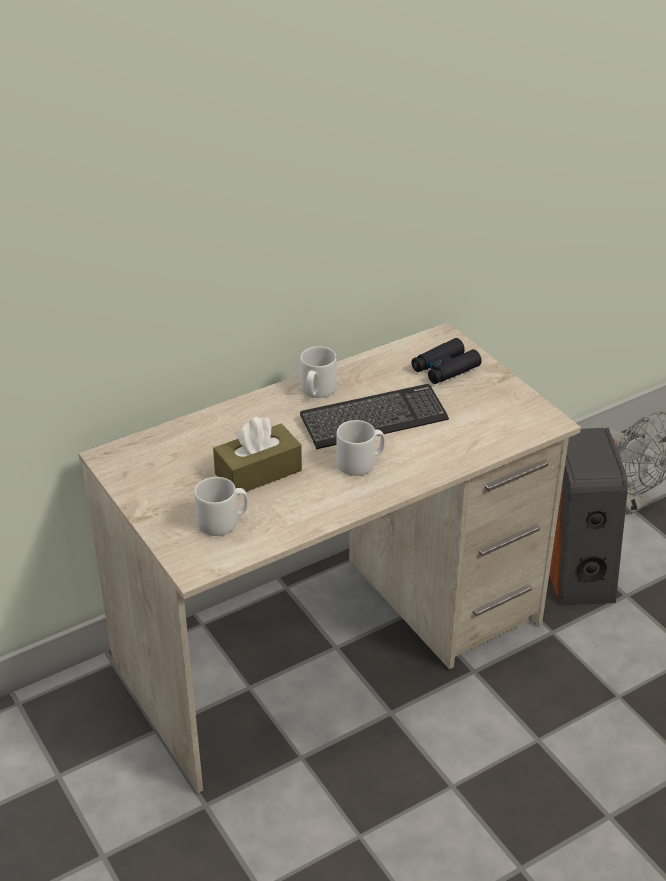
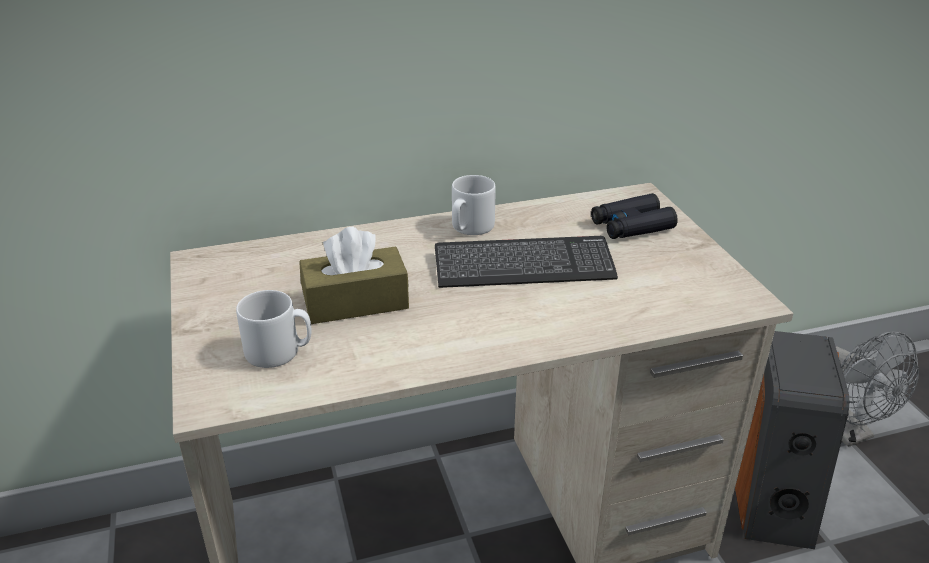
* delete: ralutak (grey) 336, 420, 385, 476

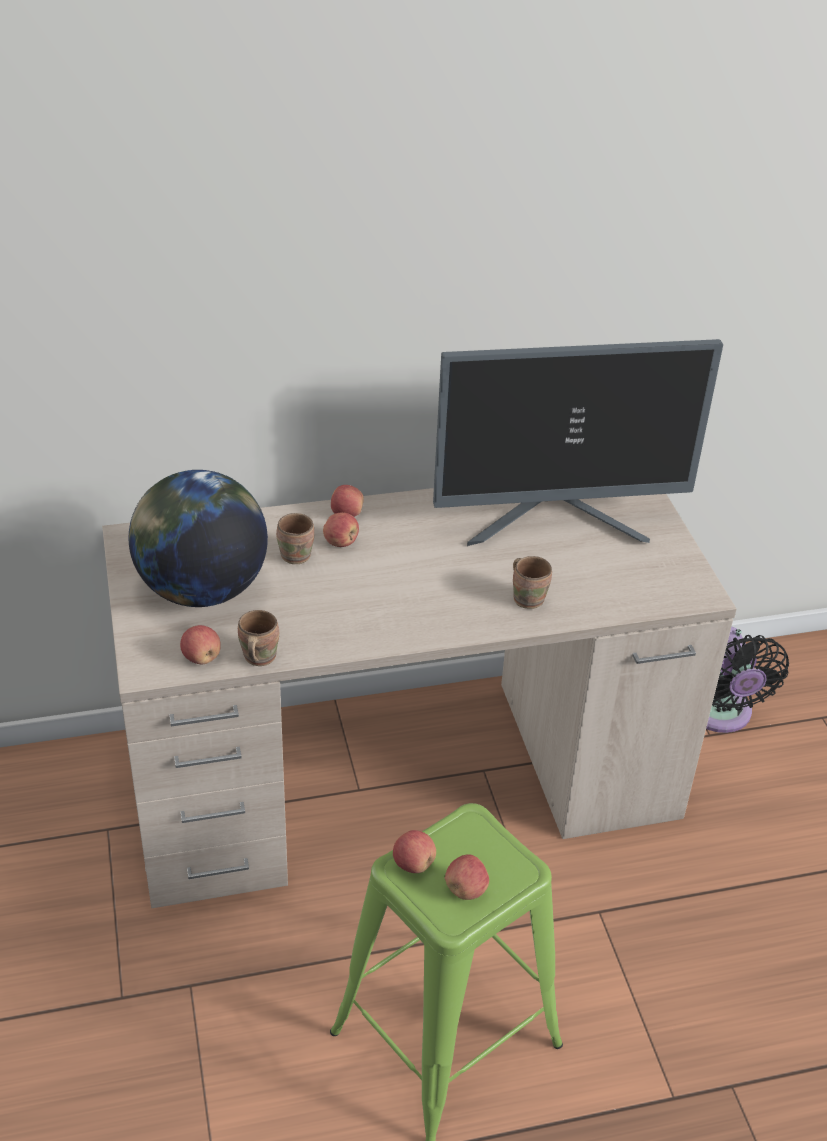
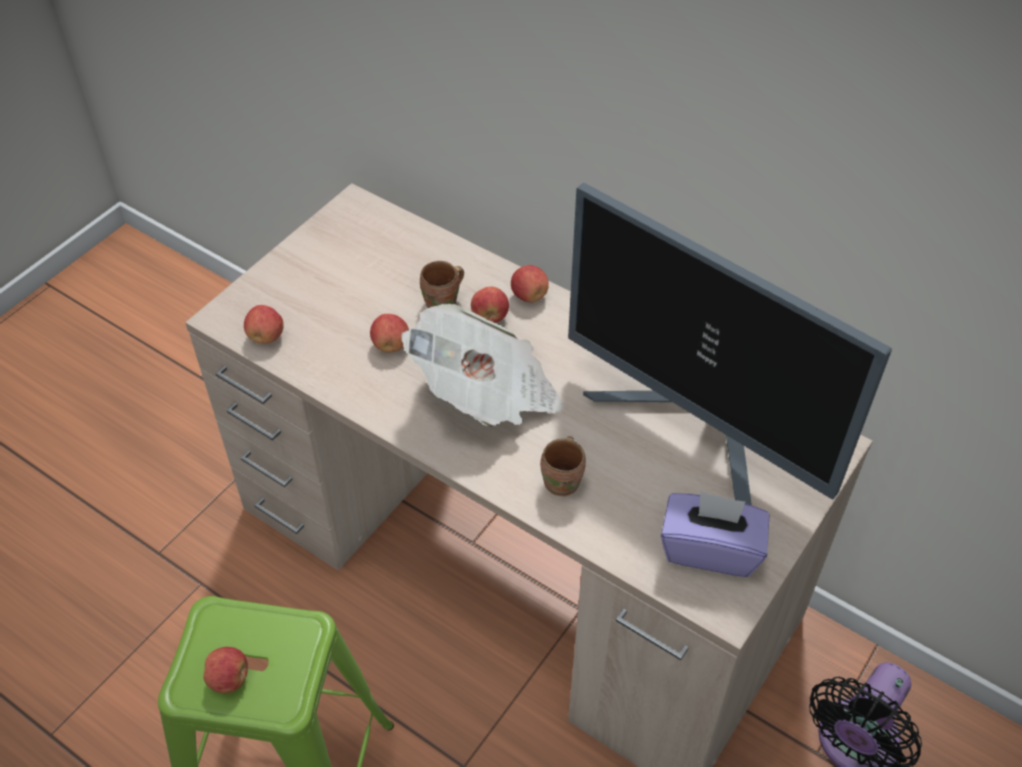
* delete: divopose 128, 470, 268, 607
* delete: ralutak (brown) 238, 610, 279, 666
* insert: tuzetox 401, 304, 564, 427
* insert: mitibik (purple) 661, 491, 769, 577
* move: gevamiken 393, 830, 436, 873 to 370, 314, 409, 353

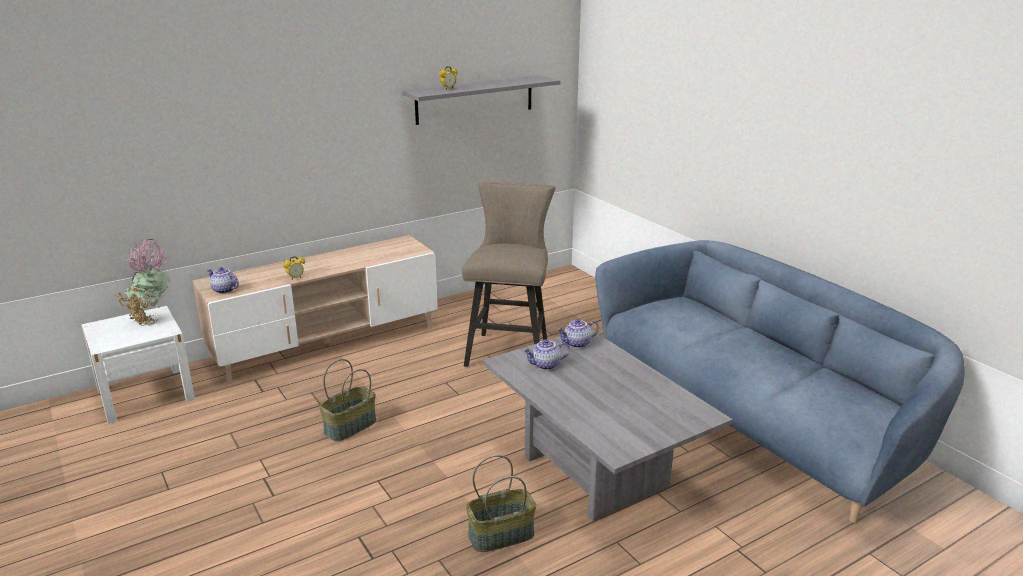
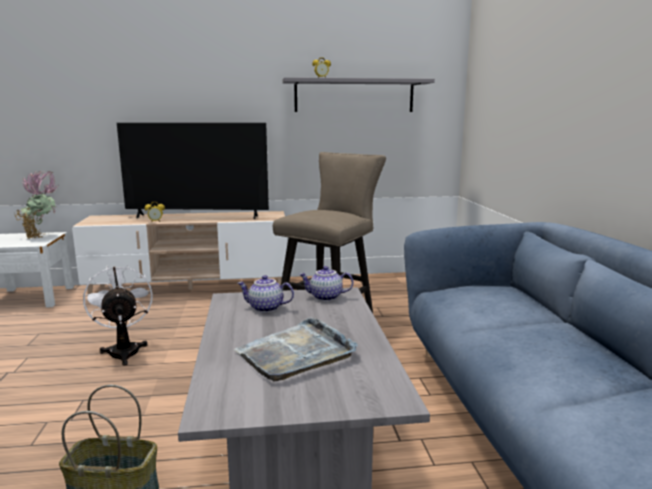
* delete: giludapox 206, 267, 239, 294
* insert: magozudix 117, 123, 269, 219
* insert: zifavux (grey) 234, 317, 358, 382
* replace: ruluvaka 319, 359, 376, 442 to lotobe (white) 83, 265, 153, 366

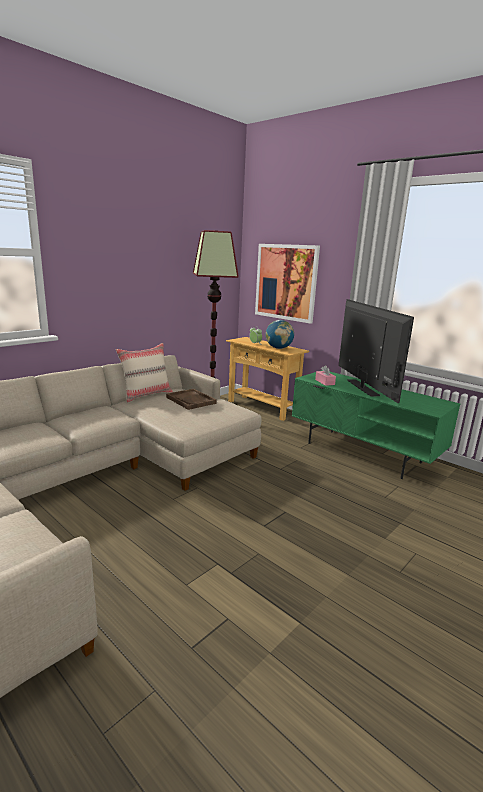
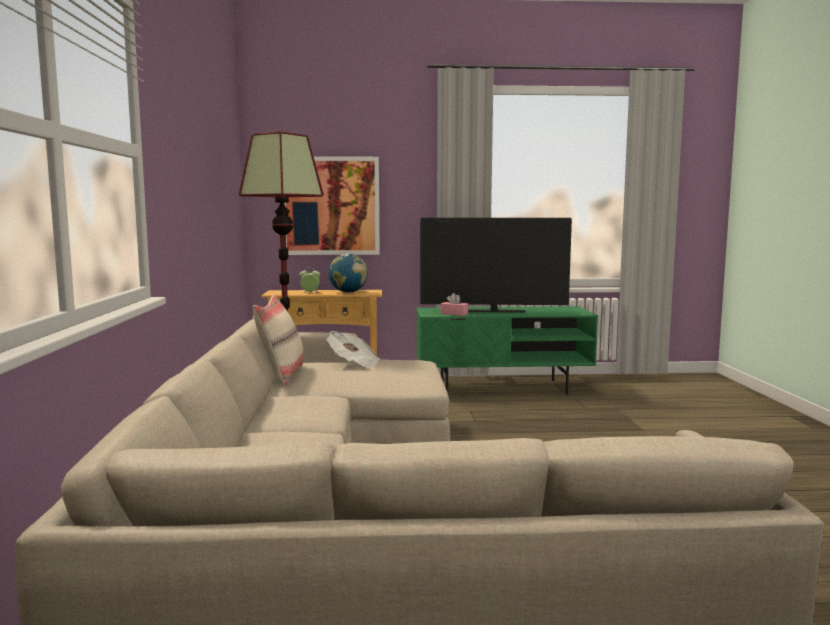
* replace: zifavux (brown) 166, 389, 217, 410 to tuzetox 327, 331, 380, 369
* rotate: magozudix 339, 299, 414, 403 = 420, 218, 572, 313 150 degrees clockwise

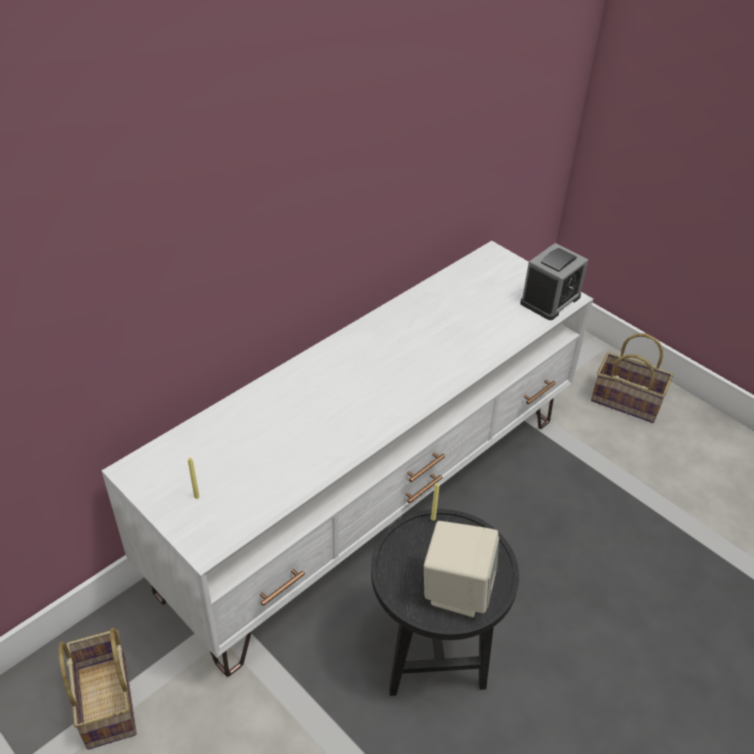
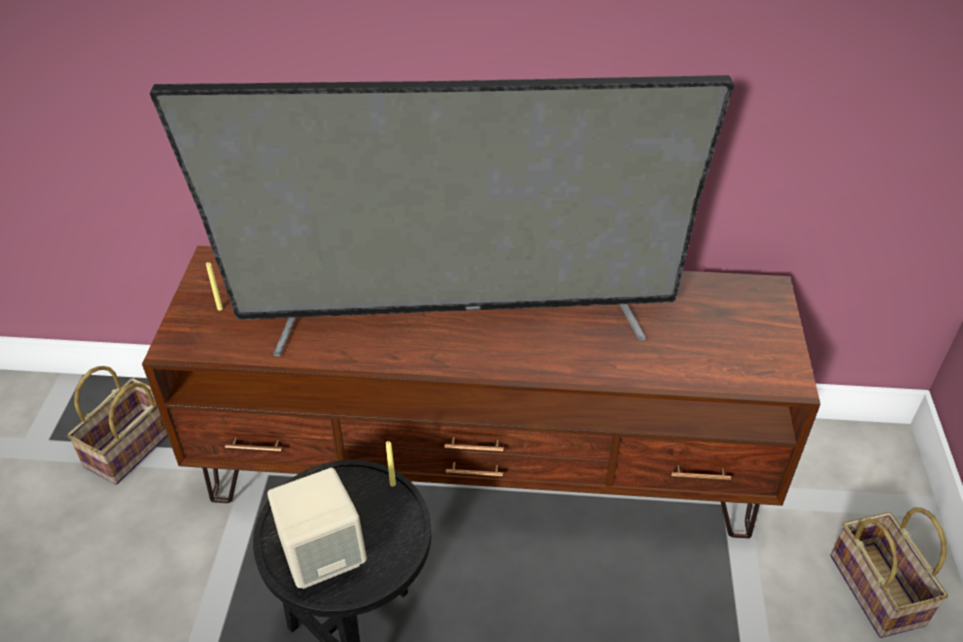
* delete: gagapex 520, 243, 588, 320
* insert: magozudix 150, 75, 734, 357
* recolor: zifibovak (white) 101, 241, 593, 677 to zifibovak (brown) 142, 246, 821, 538

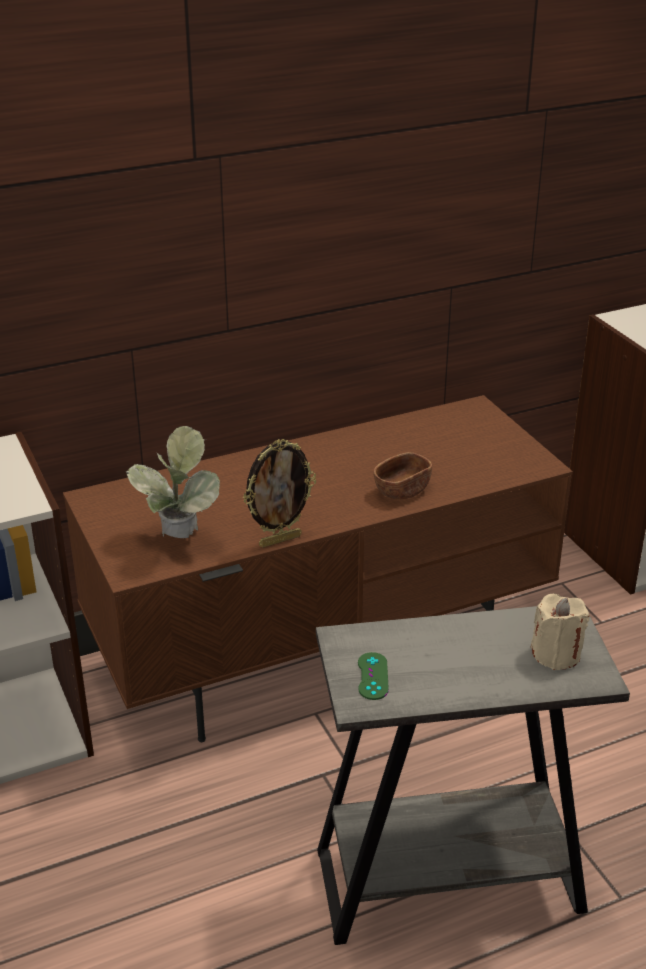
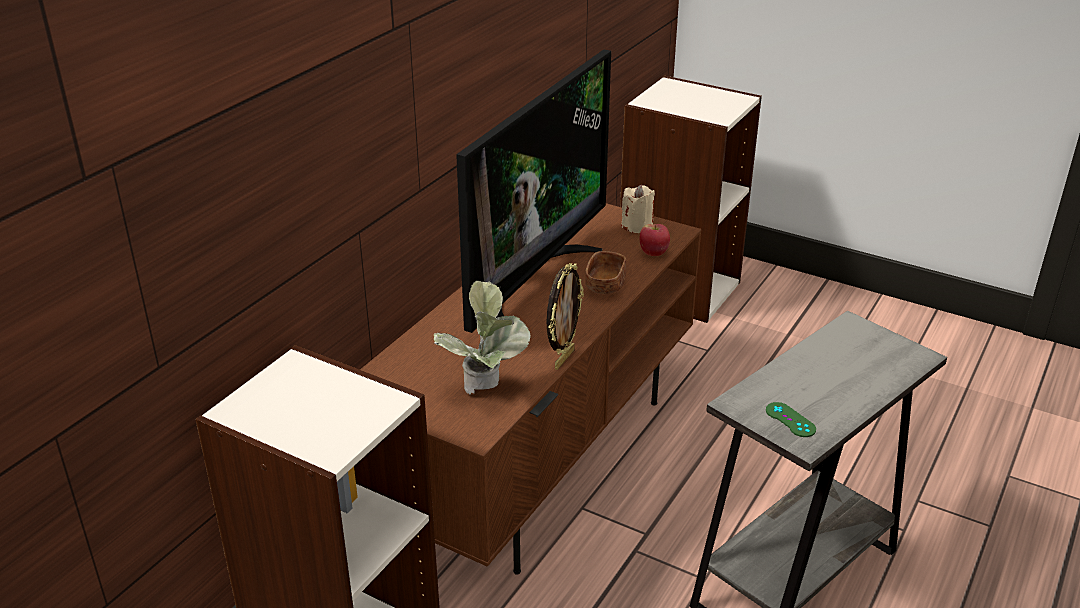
* insert: magozudix 456, 50, 611, 333
* insert: gevamiken 640, 224, 670, 256
* move: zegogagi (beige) 531, 594, 590, 670 to 621, 185, 655, 233

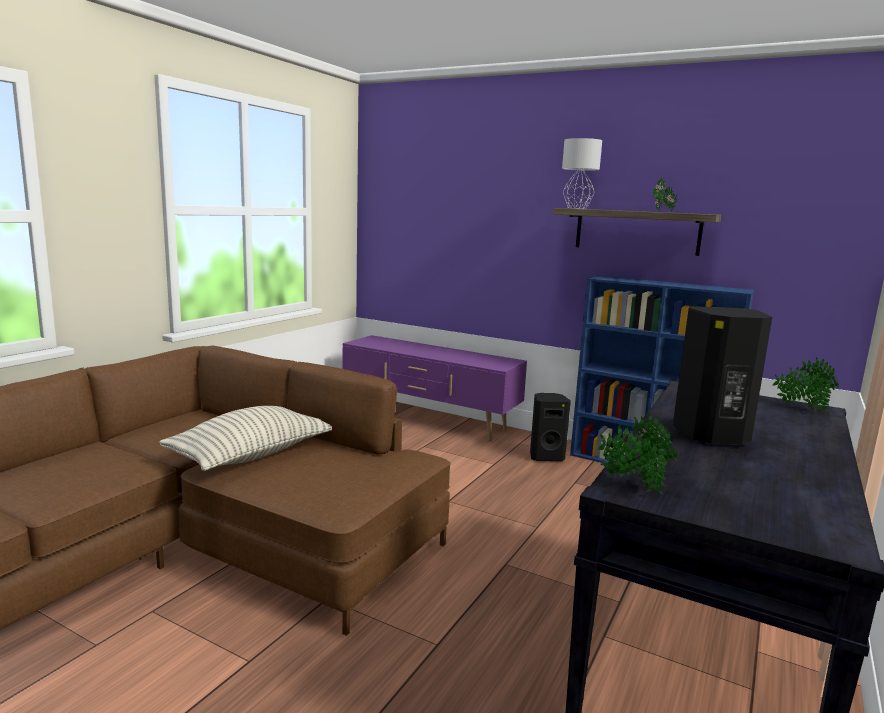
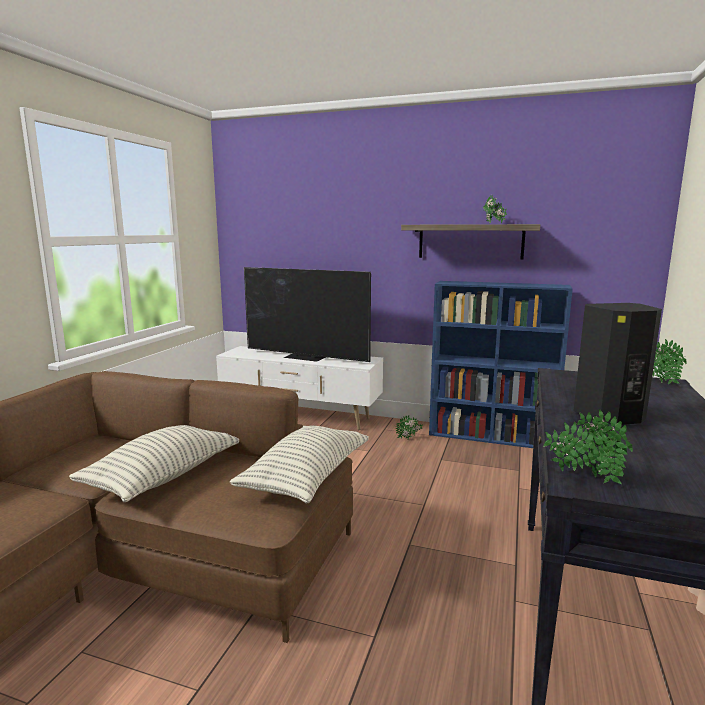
* delete: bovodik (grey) 562, 138, 602, 209
* insert: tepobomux 230, 426, 369, 504
* insert: magozudix 244, 267, 371, 362
* replace: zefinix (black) 530, 393, 571, 461 to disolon 395, 415, 423, 440
* recolor: zifibovak (purple) 343, 335, 527, 441 to zifibovak (white) 216, 346, 383, 430

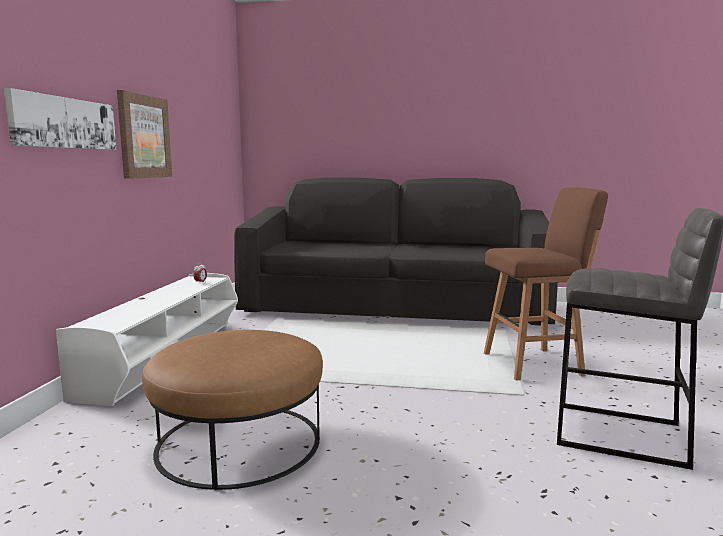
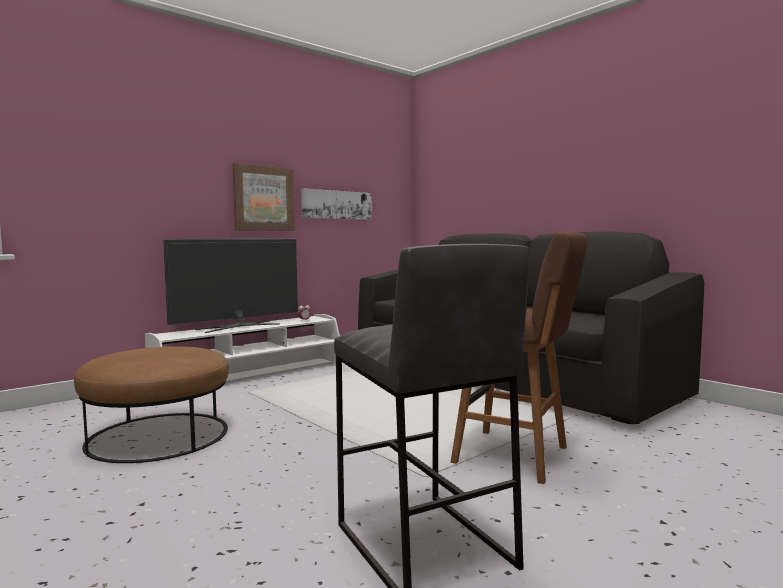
* insert: magozudix 163, 239, 298, 333
* move: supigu 4, 88, 116, 150 to 301, 189, 372, 220

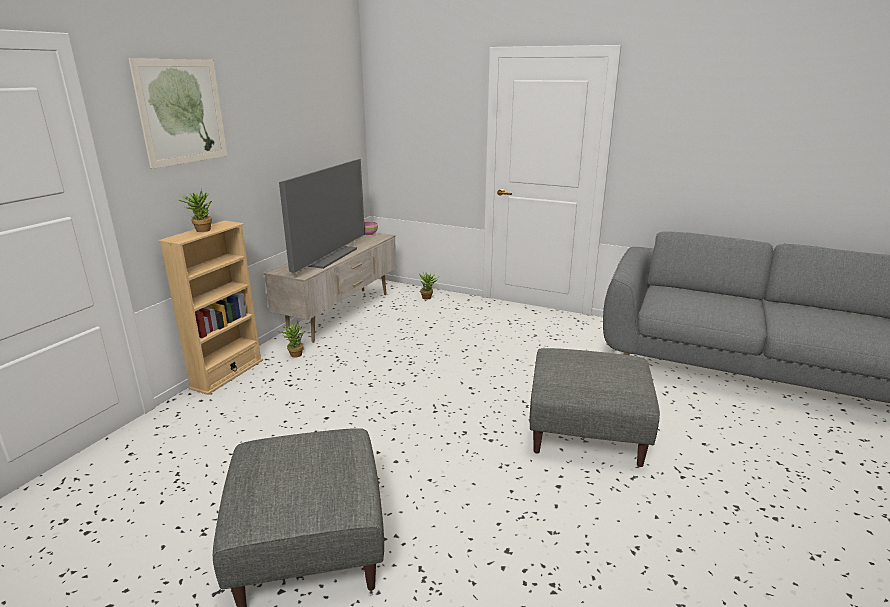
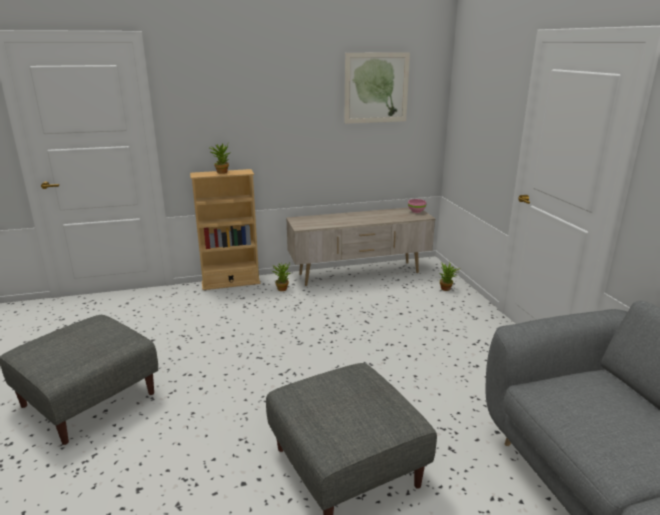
* delete: magozudix 279, 159, 365, 274
* move: supigu 129, 58, 228, 169 to 344, 52, 410, 124

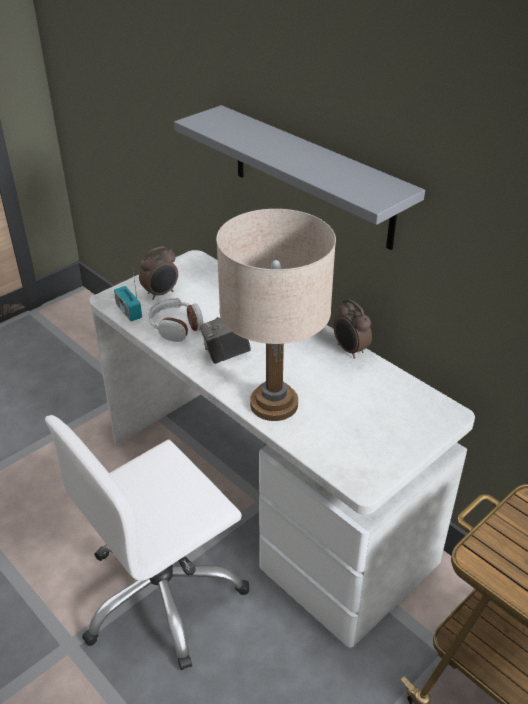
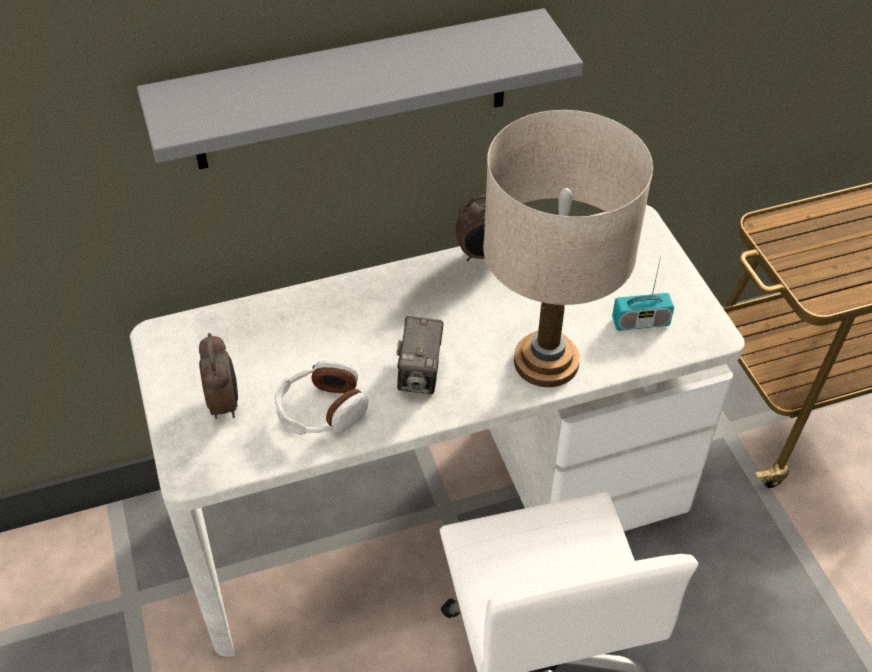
* move: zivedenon 114, 272, 142, 321 to 612, 256, 674, 331

